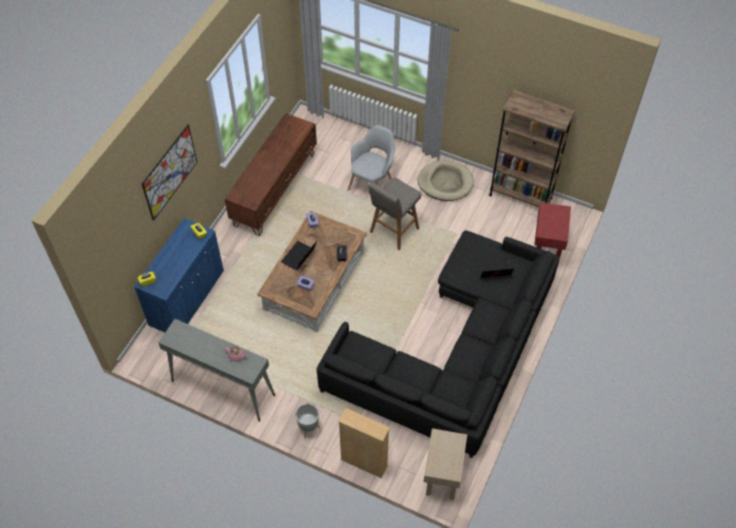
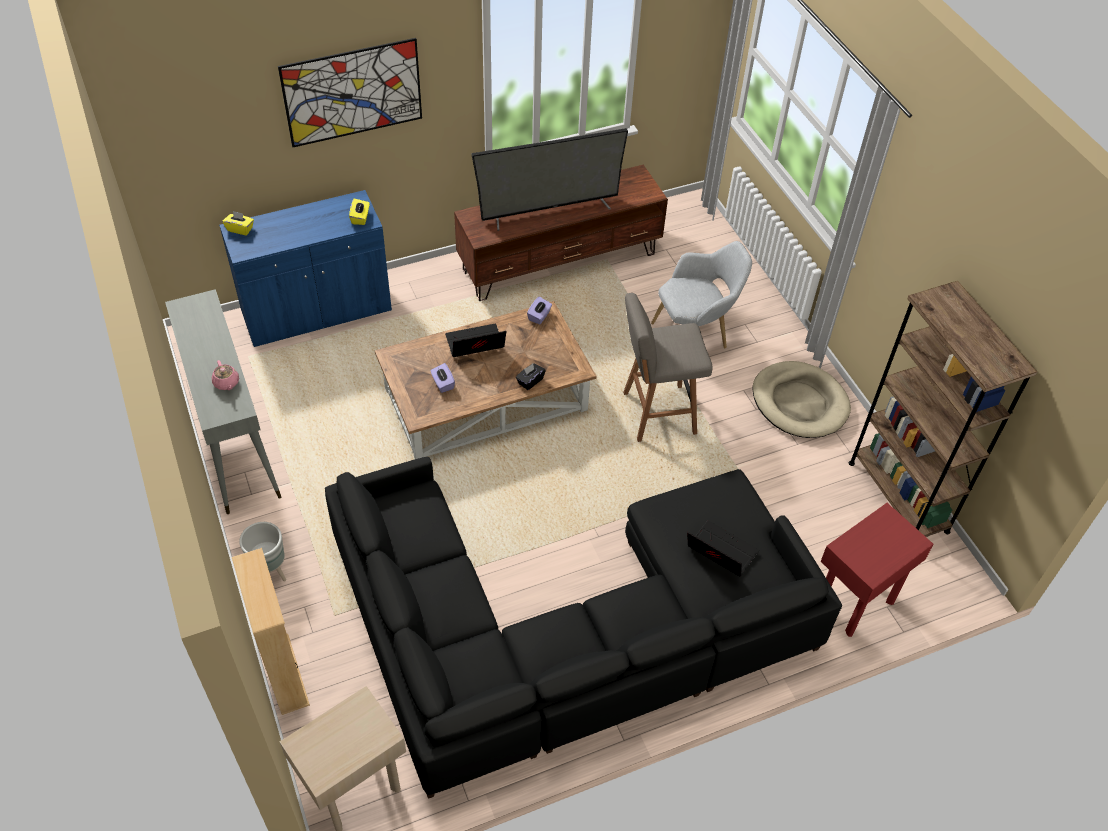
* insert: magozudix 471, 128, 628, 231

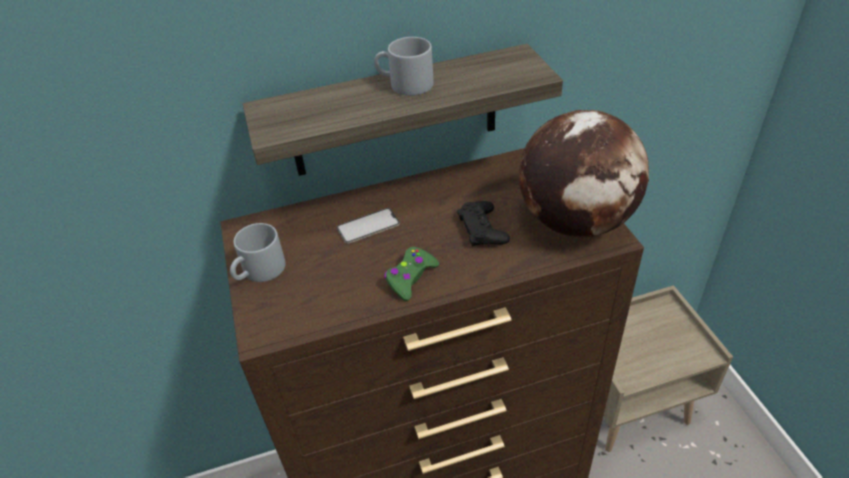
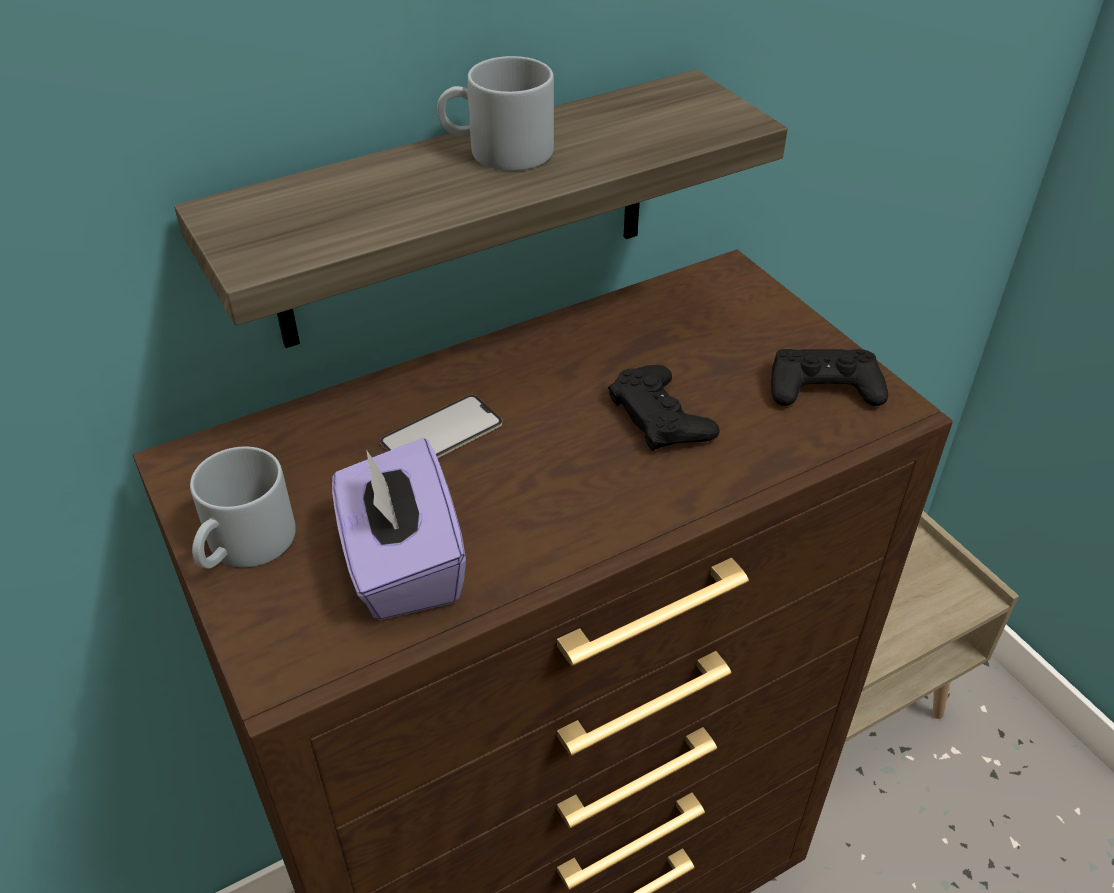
* delete: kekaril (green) 384, 247, 439, 301
* insert: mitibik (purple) 332, 438, 466, 620
* replace: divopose 519, 110, 649, 237 to kekaril (black) 771, 349, 888, 406

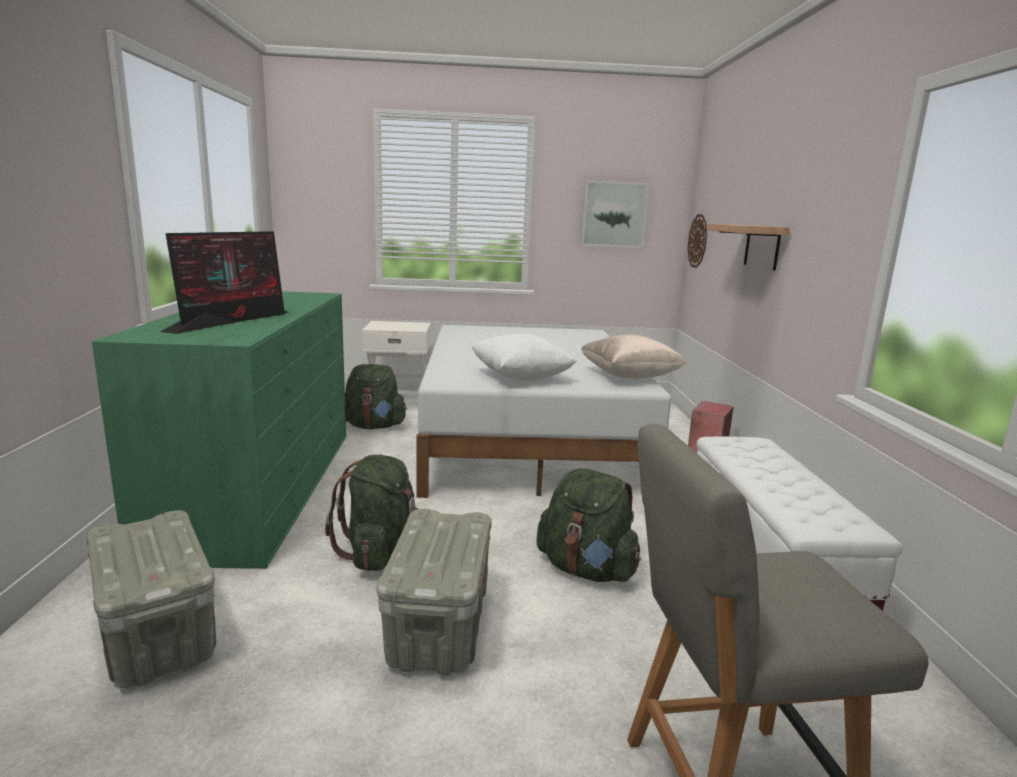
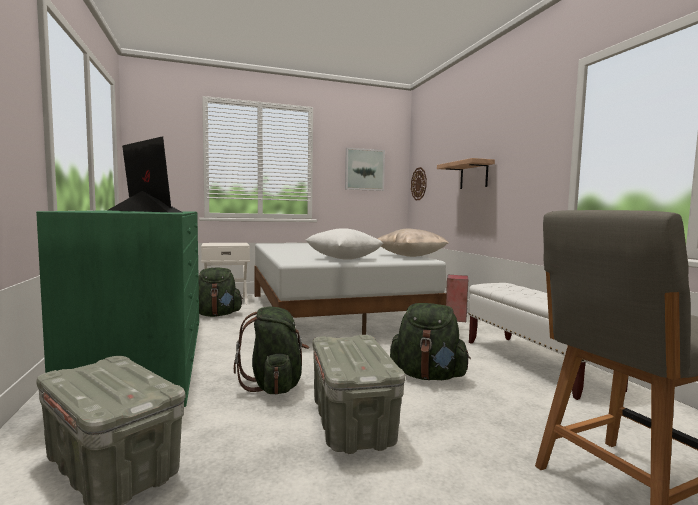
* rotate: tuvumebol 160, 231, 289, 334 = 108, 136, 184, 213 60 degrees counterclockwise

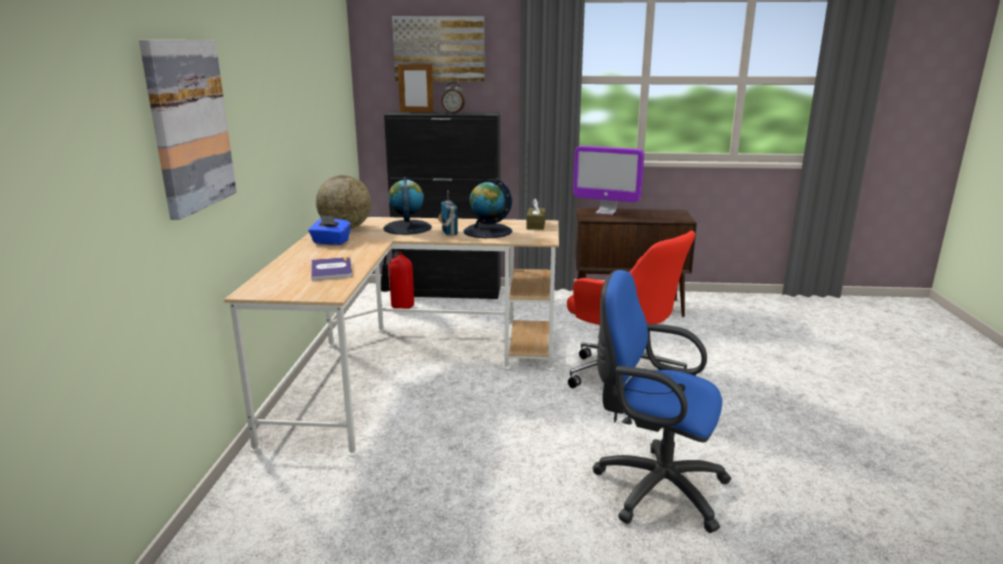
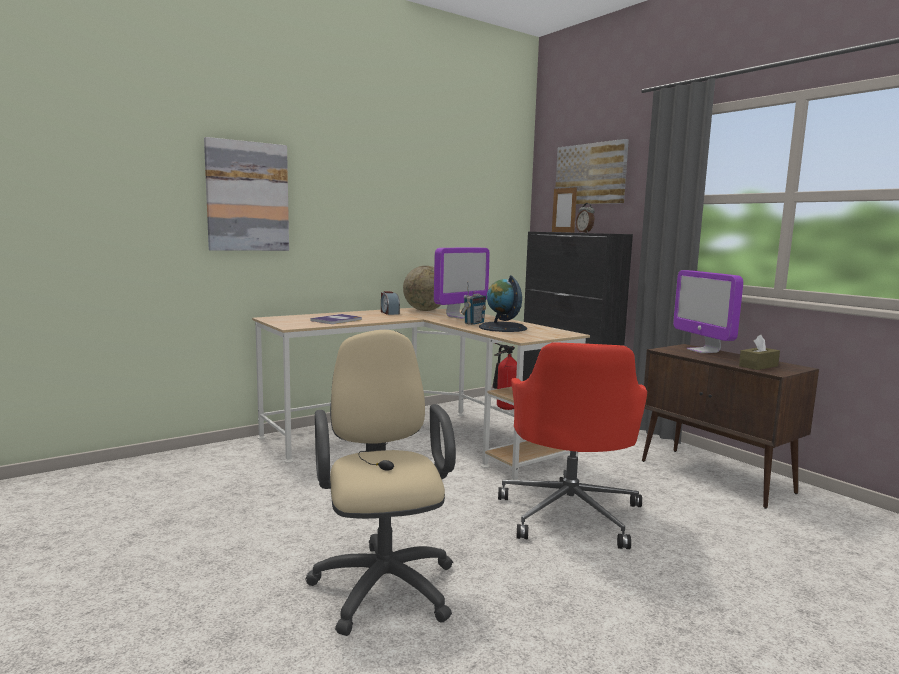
* move: mitibik (brown) 526, 199, 546, 230 to 739, 335, 780, 370
* replace: mitibik (blue) 308, 215, 351, 245 to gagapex 381, 291, 400, 315
* replace: divopose 383, 177, 432, 235 to tuvumebol 434, 248, 490, 319
* recolor: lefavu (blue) 592, 270, 731, 533 to lefavu (beige) 305, 330, 456, 636

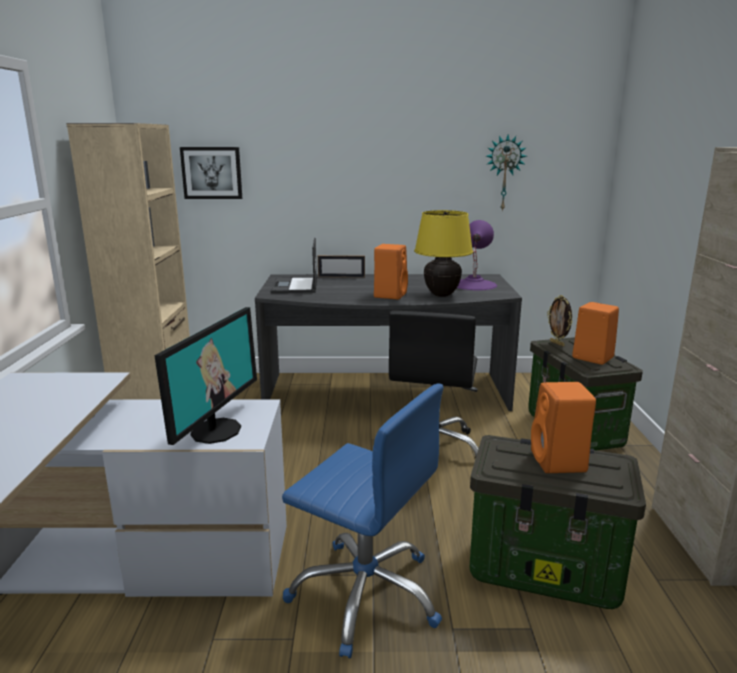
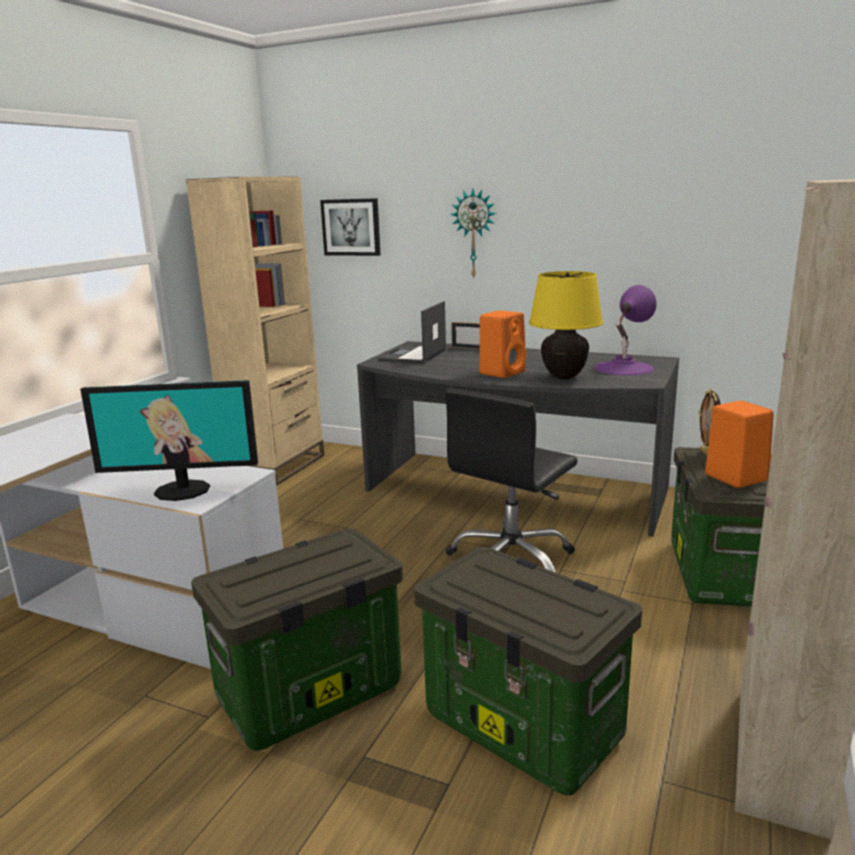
* delete: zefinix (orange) 531, 382, 596, 473
* move: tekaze 486, 135, 527, 212 to 450, 189, 496, 279
* replace: lefavu (blue) 282, 383, 443, 658 to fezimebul 191, 528, 403, 751
* rotate: tuvumebol 154, 307, 257, 445 = 80, 380, 258, 501 45 degrees clockwise

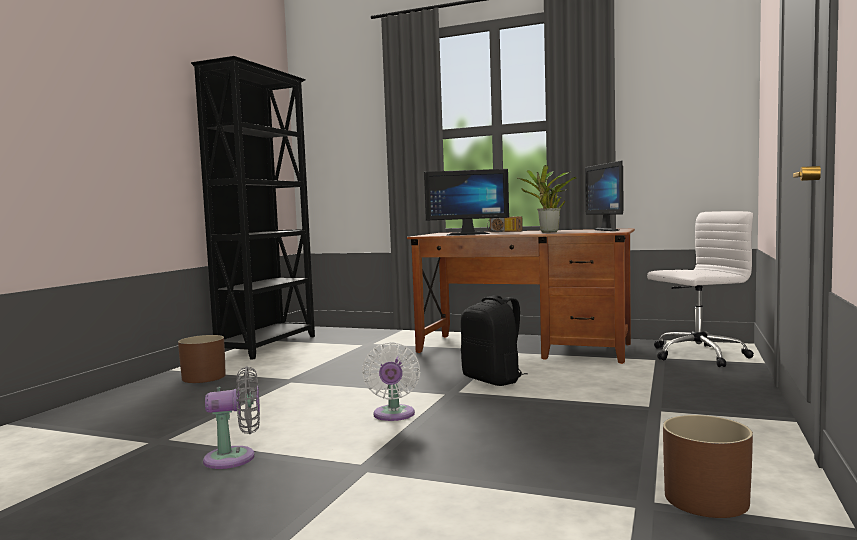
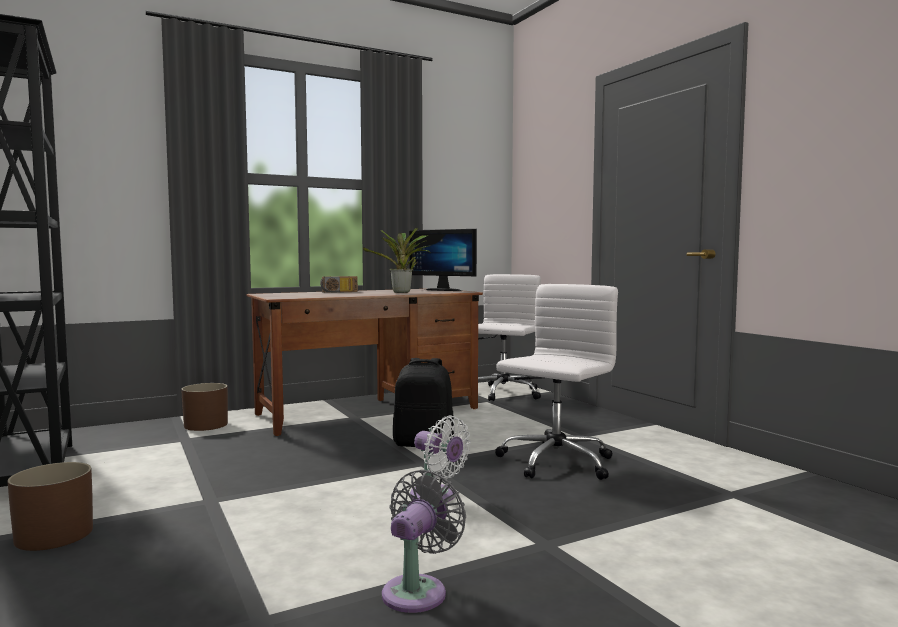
* delete: tuvumebol 424, 169, 509, 235
* insert: lefavu (white) 495, 284, 618, 480
* move: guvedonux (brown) 663, 415, 753, 518 to 181, 383, 228, 431

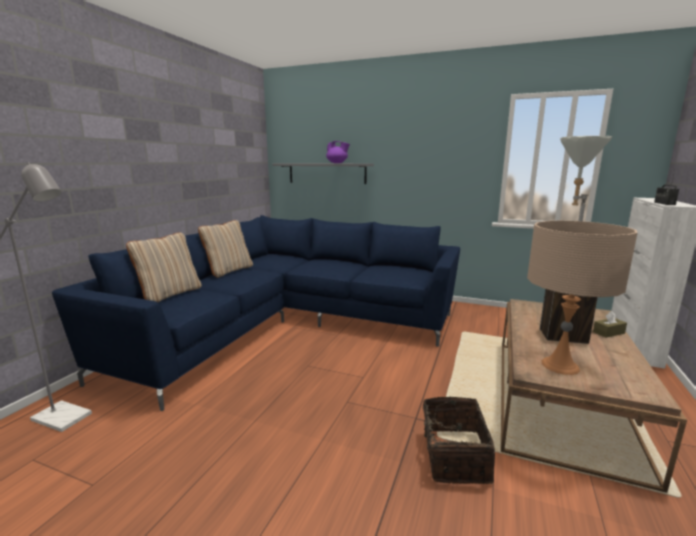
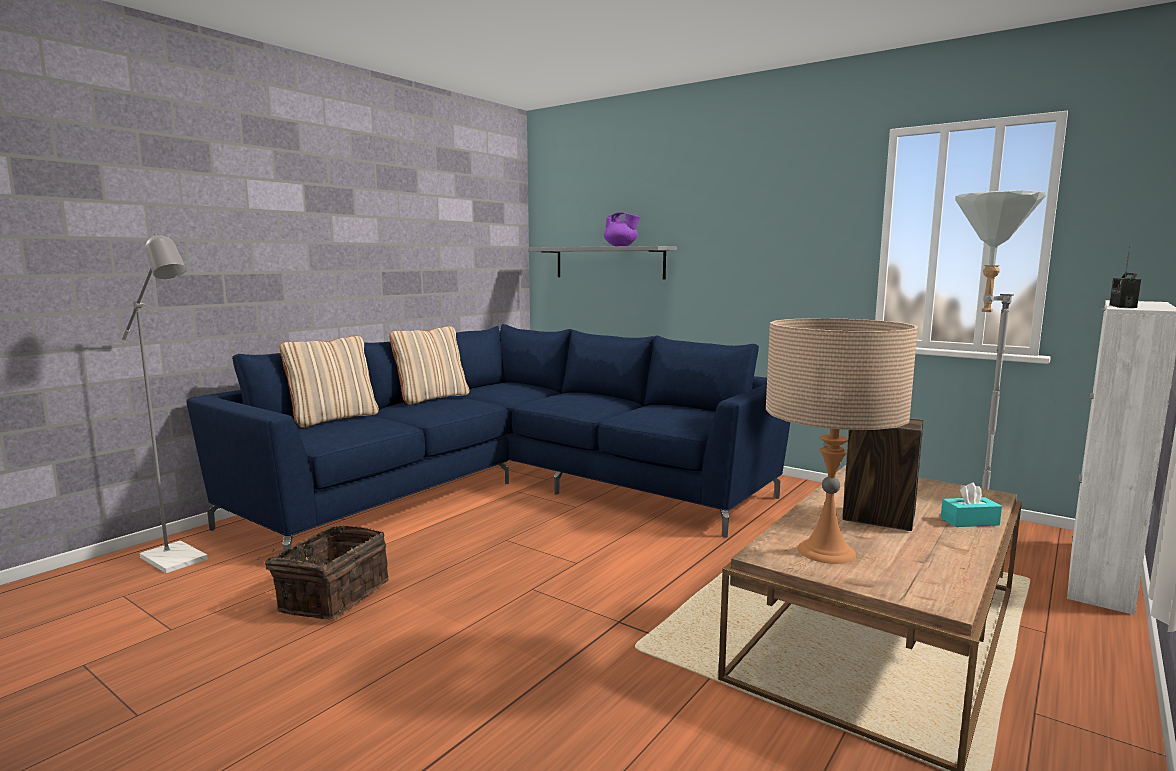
* move: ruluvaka 413, 397, 495, 484 to 257, 526, 389, 620
* recolor: mitibik (brown) 593, 311, 627, 338 to mitibik (turquoise) 941, 483, 1002, 527

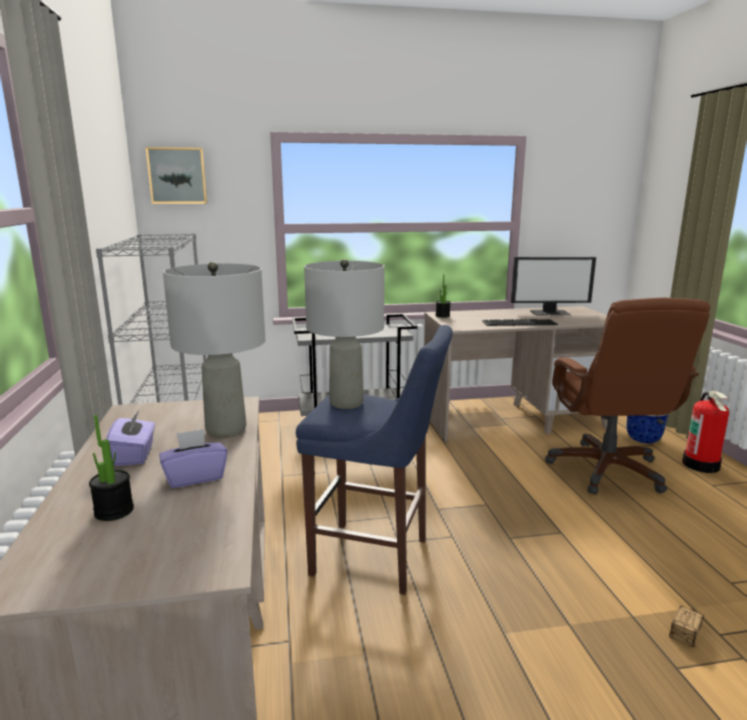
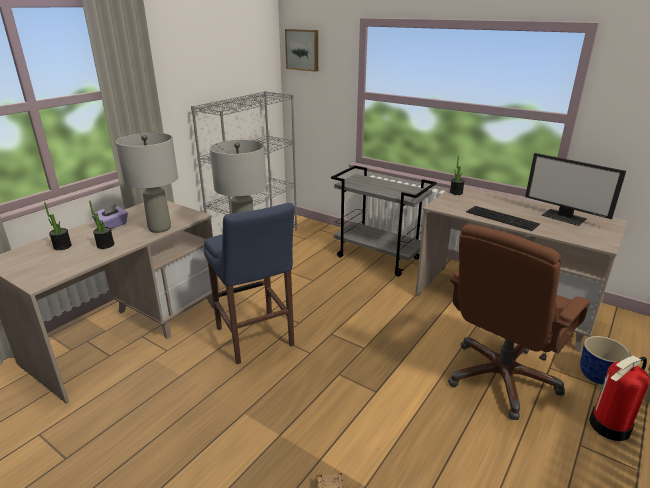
* replace: mitibik (purple) 159, 429, 228, 488 to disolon 89, 201, 114, 249

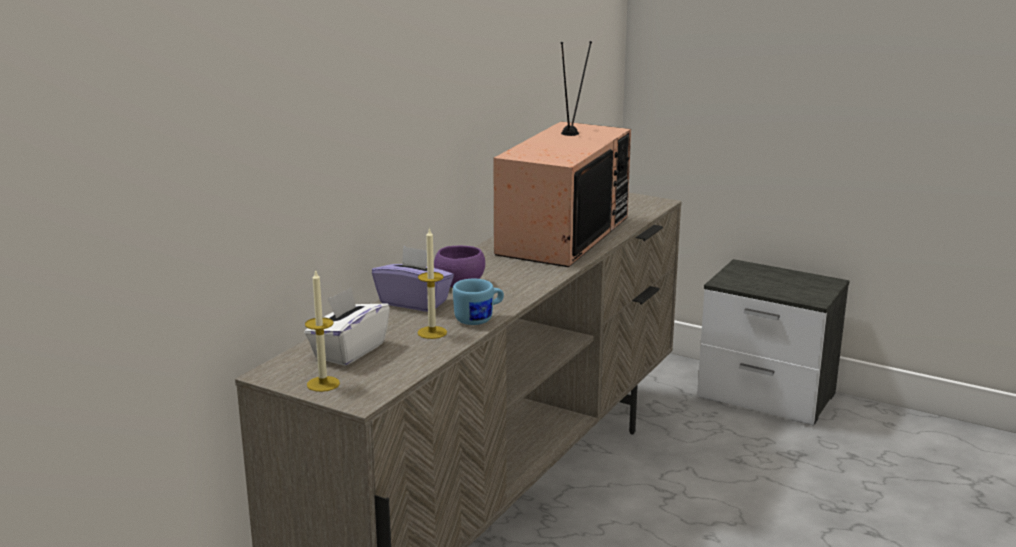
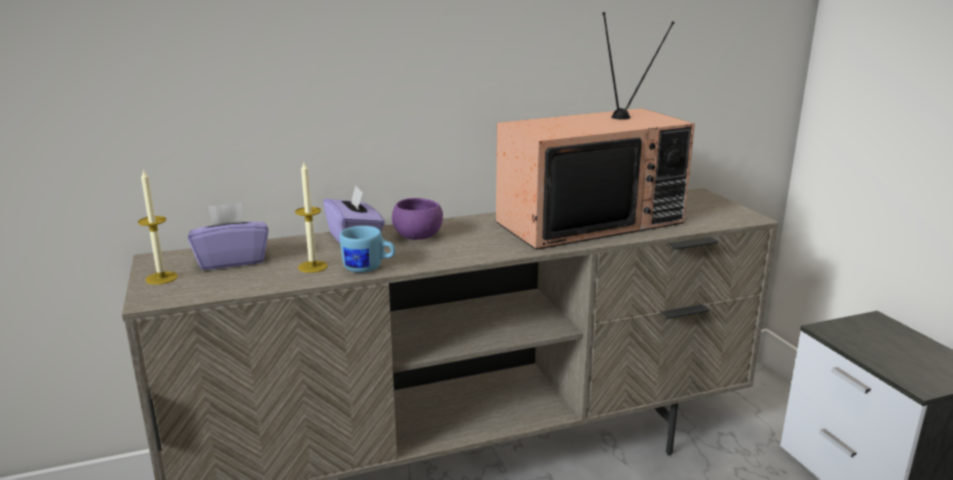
* recolor: mitibik (white) 304, 287, 390, 366 to mitibik (purple) 188, 203, 269, 270

